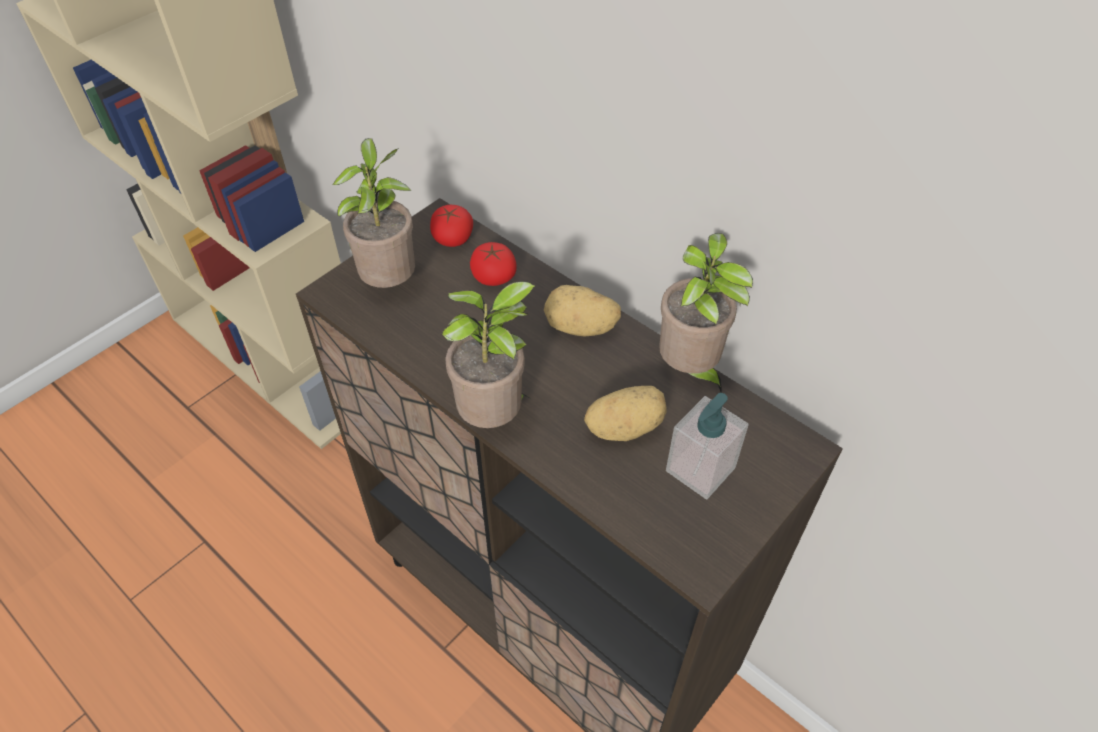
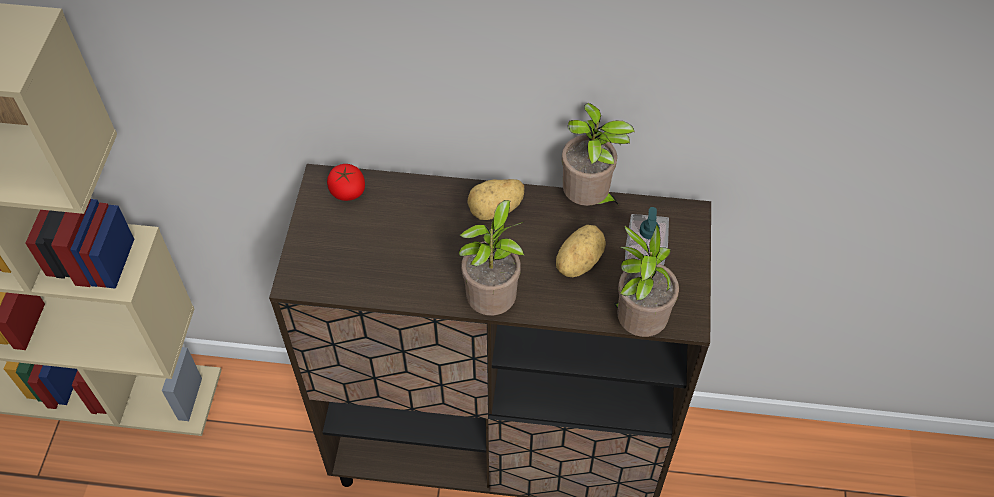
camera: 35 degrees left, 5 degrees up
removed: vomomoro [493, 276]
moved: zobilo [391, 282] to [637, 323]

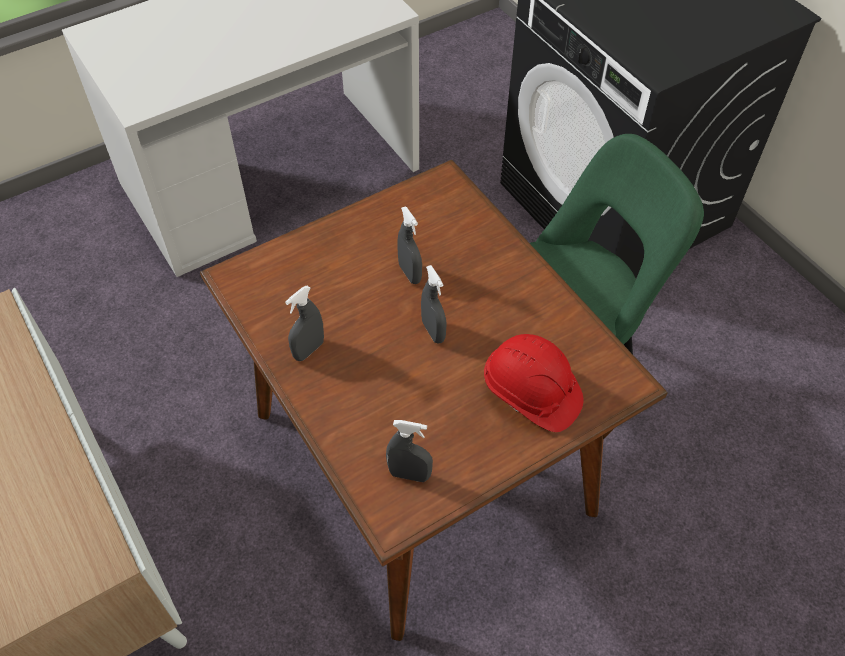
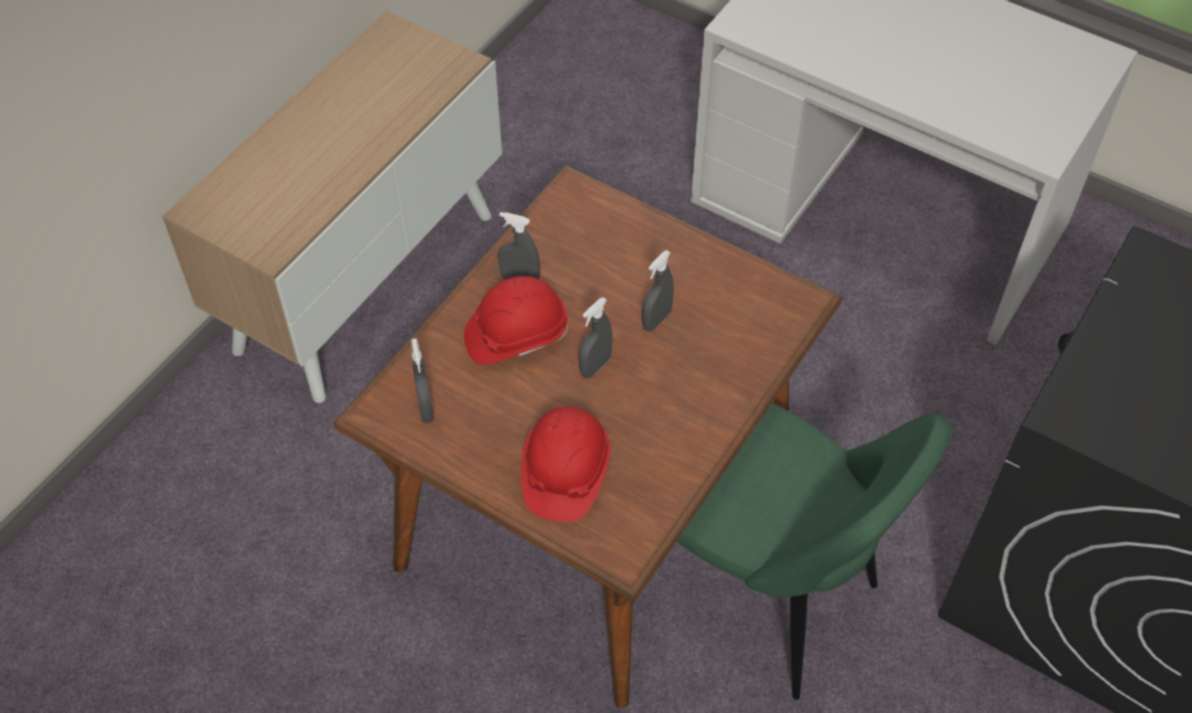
camera: 65 degrees right, 0 degrees up
added: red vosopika [516, 335]

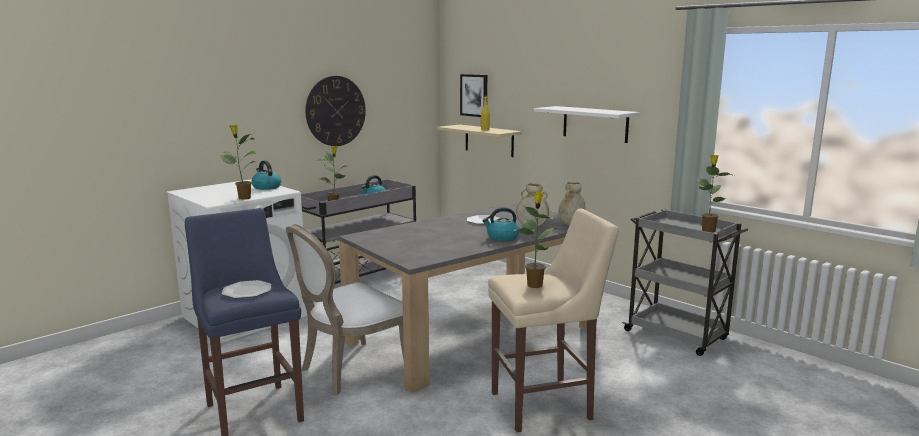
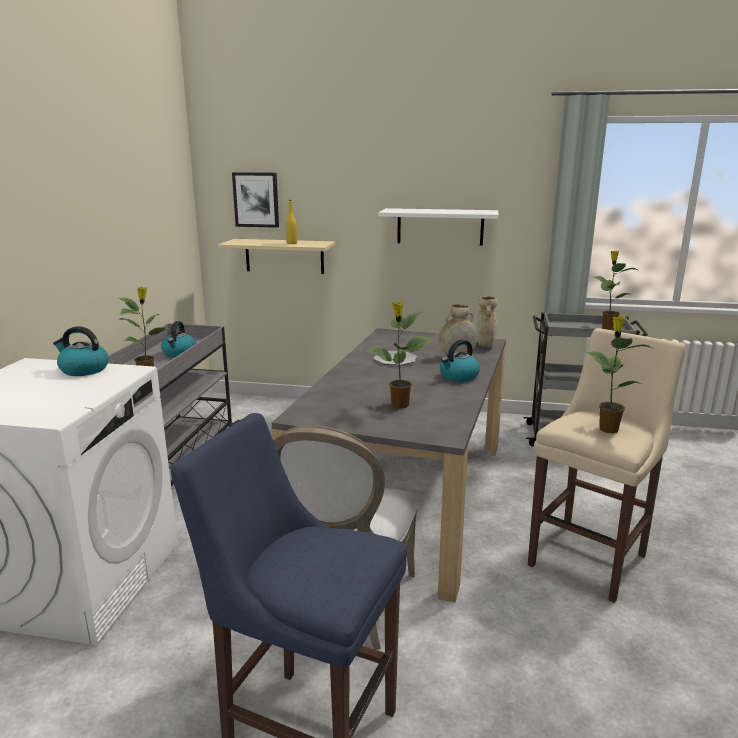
camera: 35 degrees left, 5 degrees up
removed: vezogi [336, 111]; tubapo [247, 291]
moved: zobilo [243, 198] to [399, 405]

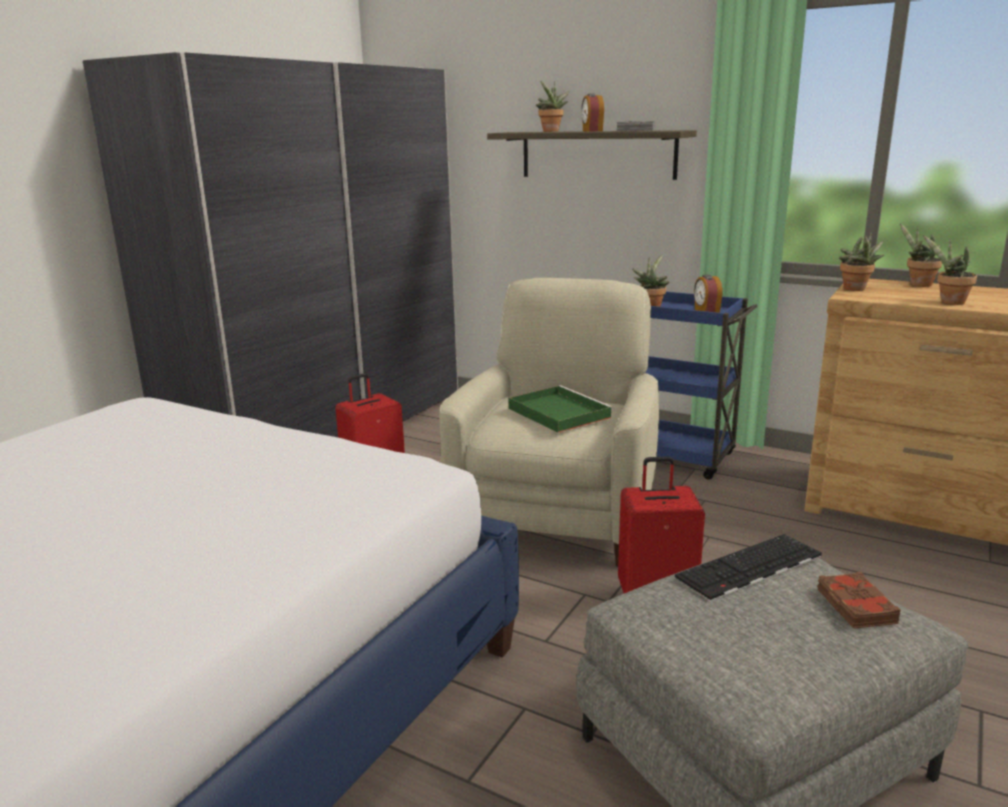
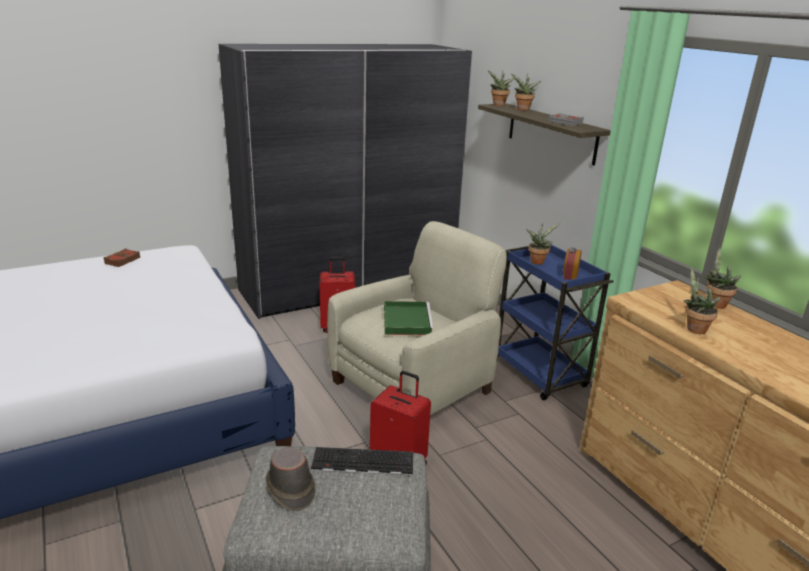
camera: 30 degrees right, 5 degrees up
removed: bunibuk [592, 131]
added: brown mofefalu [290, 488]
moved: zobilo [856, 289] to [498, 105]; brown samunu [855, 606] to [122, 260]

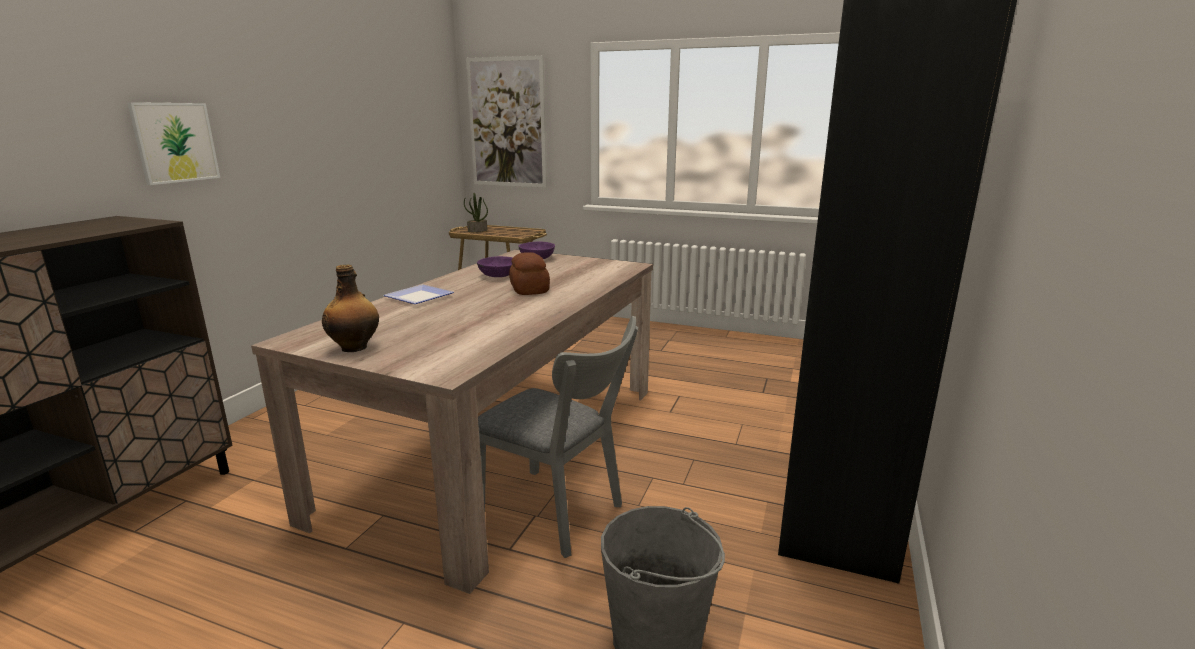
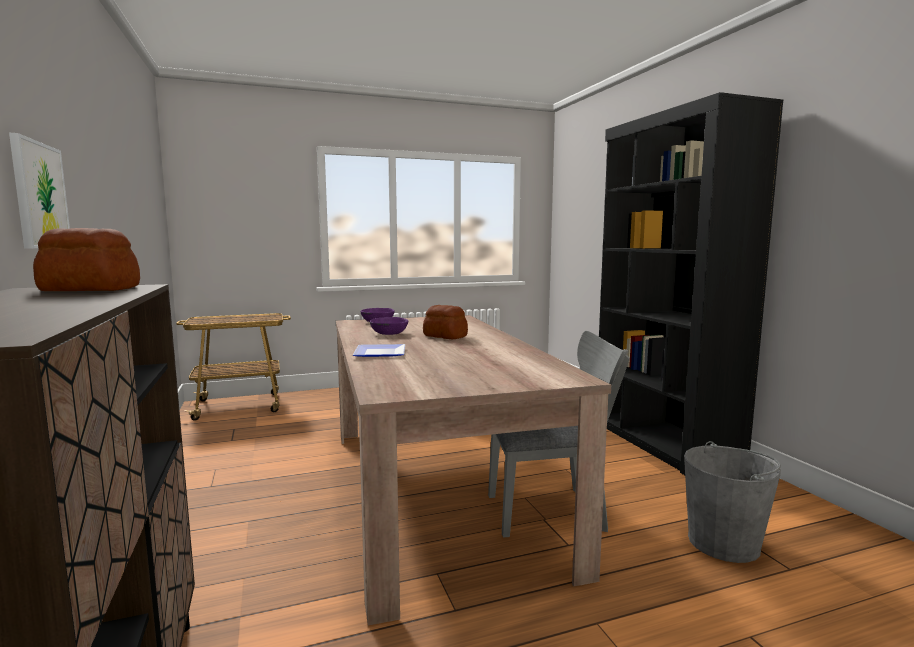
camera: 40 degrees left, 10 degrees down
removed: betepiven [507, 123]; zobilo [477, 231]; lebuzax [355, 347]
added: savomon [91, 289]

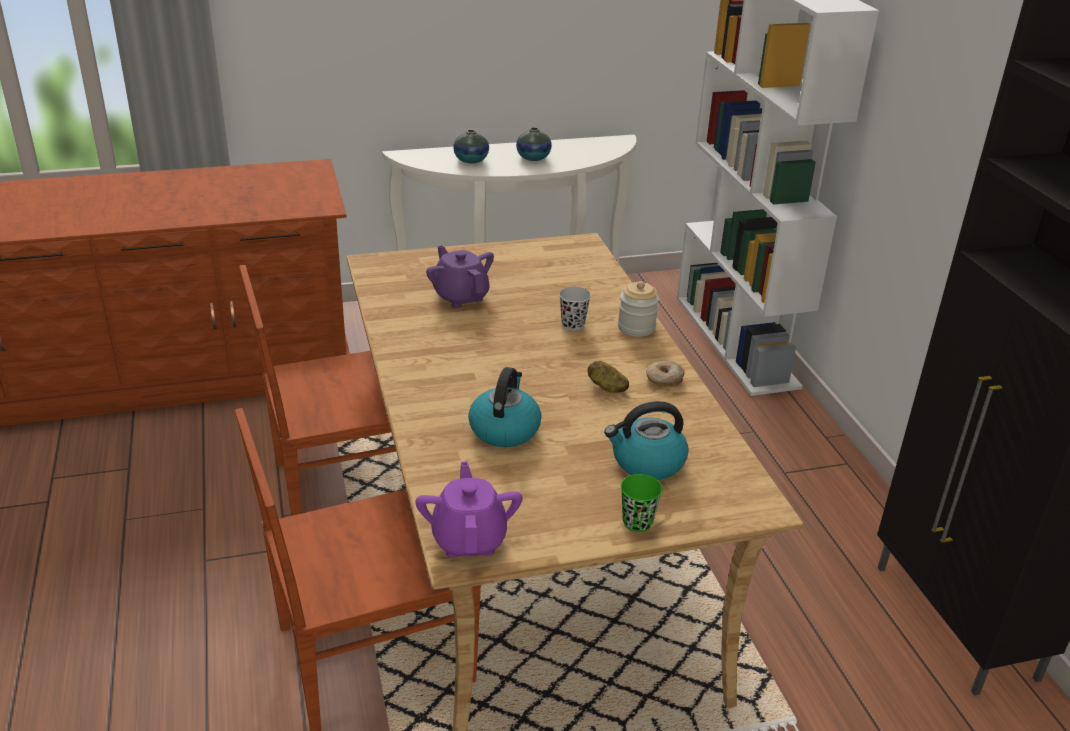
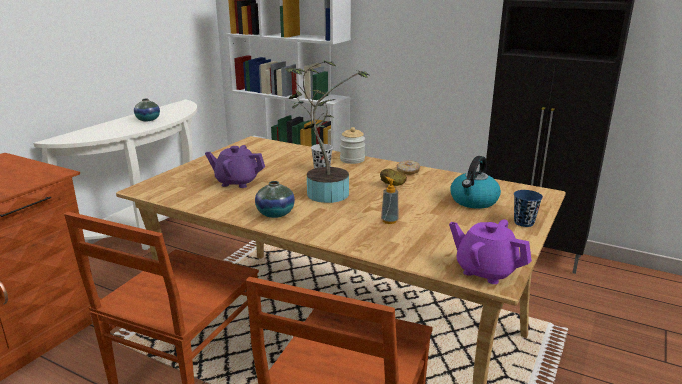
camera: 45 degrees left, 10 degrees down
added: zobilo [324, 192]
moved: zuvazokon [471, 160] to [275, 214]
replaced: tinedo [504, 429] to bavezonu [389, 221]
recoloured: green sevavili [637, 522] to blue sevavili [524, 222]

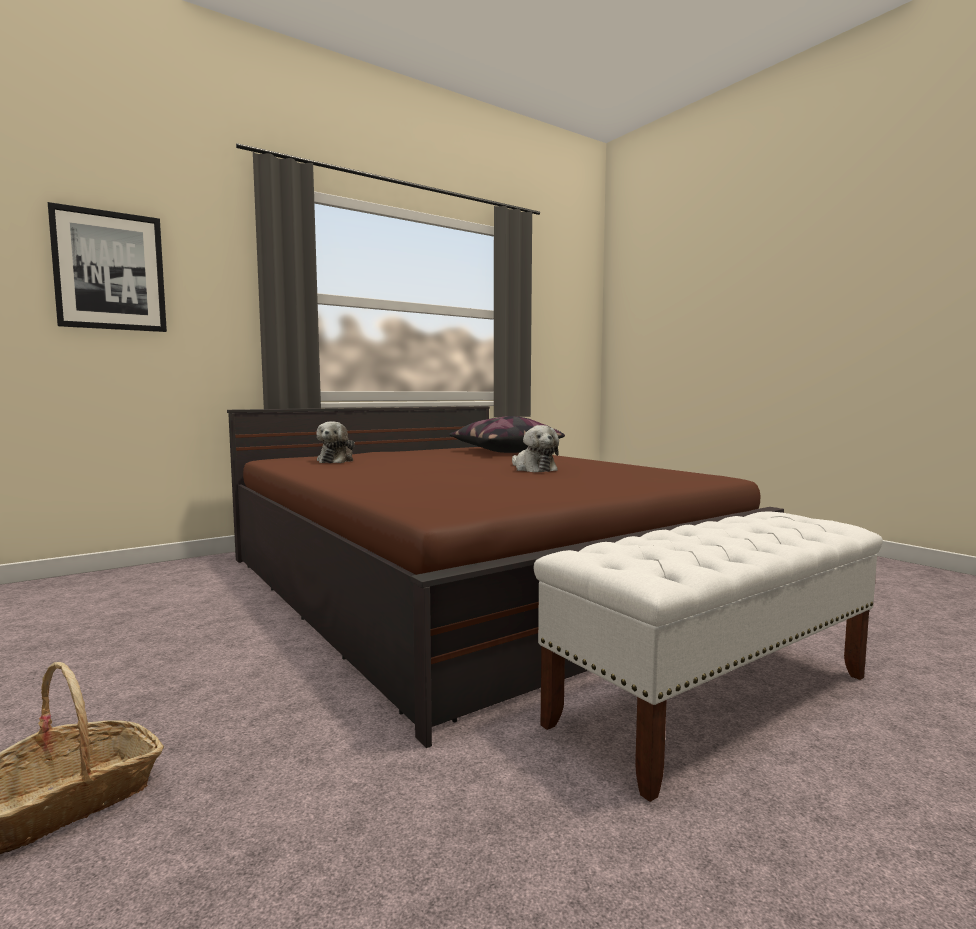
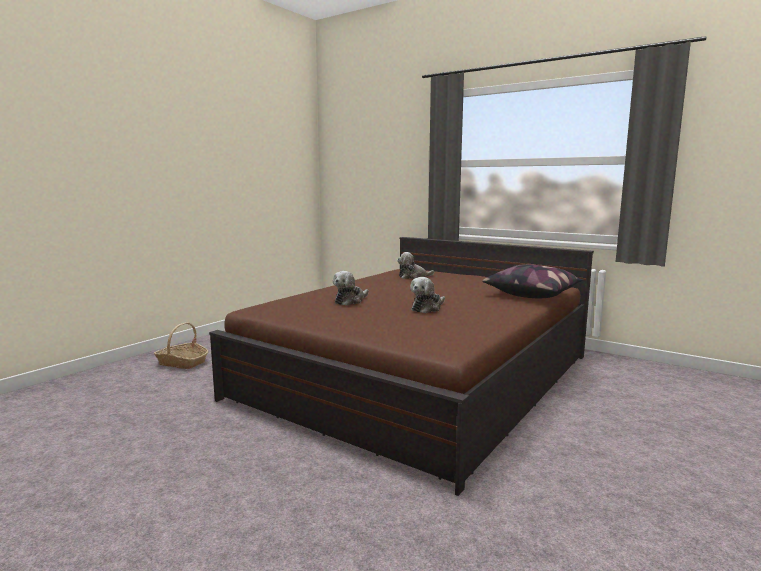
camera: 70 degrees right, 5 degrees up
removed: betepiven [110, 271]; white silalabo [715, 699]
added: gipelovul [350, 301]

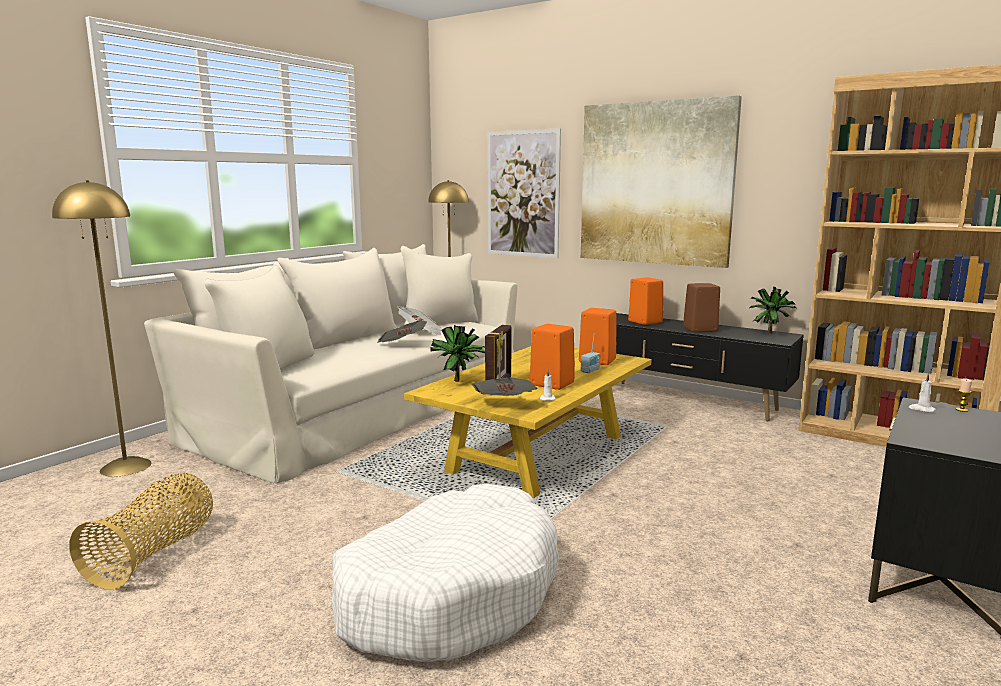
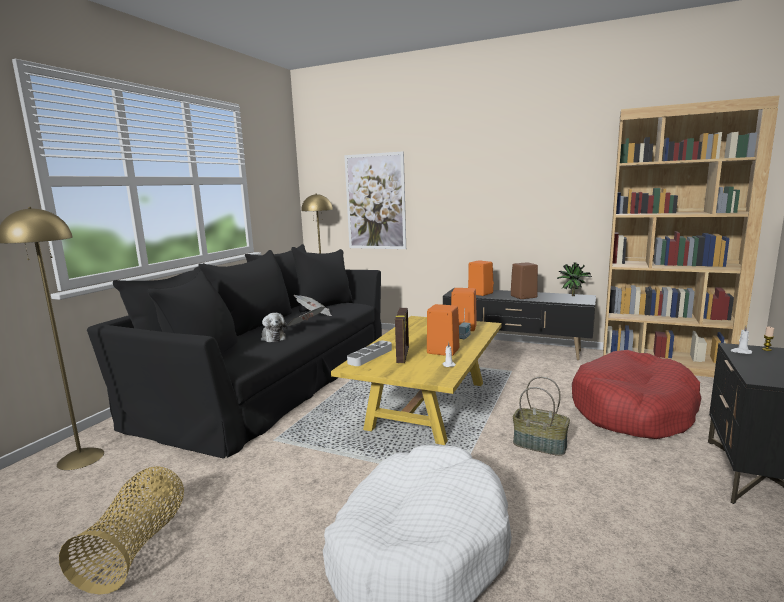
camera: 10 degrees left, 0 degrees up
removed: betepiven [655, 183]; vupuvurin [504, 405]
added: gipelovul [272, 337]; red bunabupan [633, 410]; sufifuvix [540, 444]
replaced: zobilo [459, 382] to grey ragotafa [370, 356]
recoloured: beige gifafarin [364, 408] to black gifafarin [274, 379]

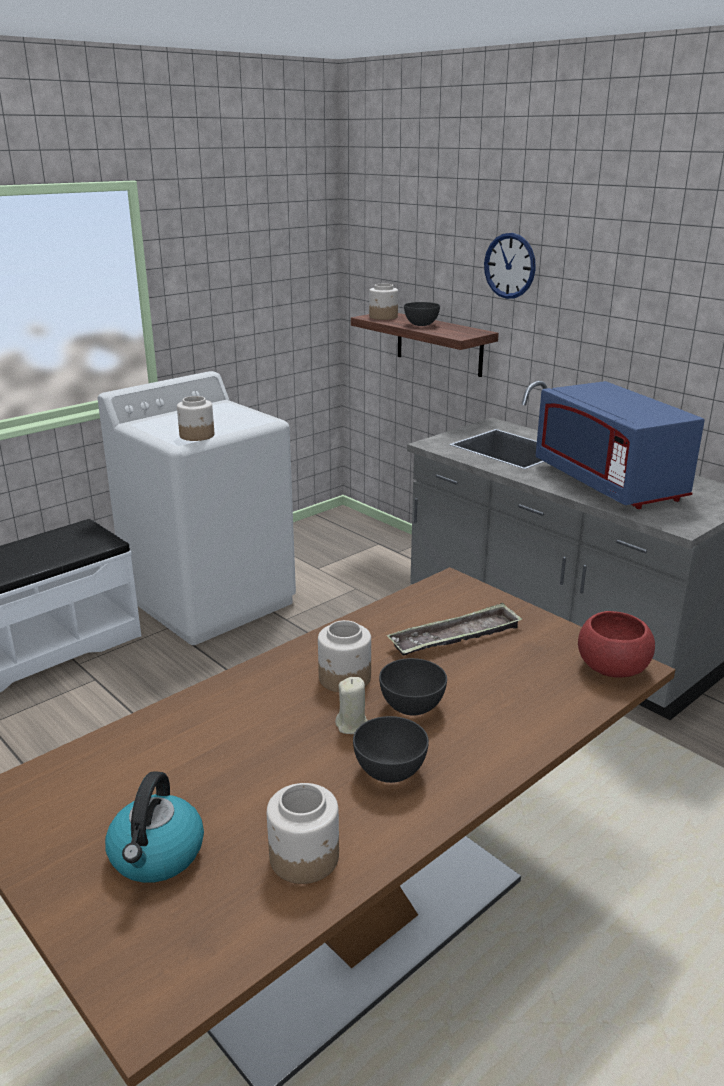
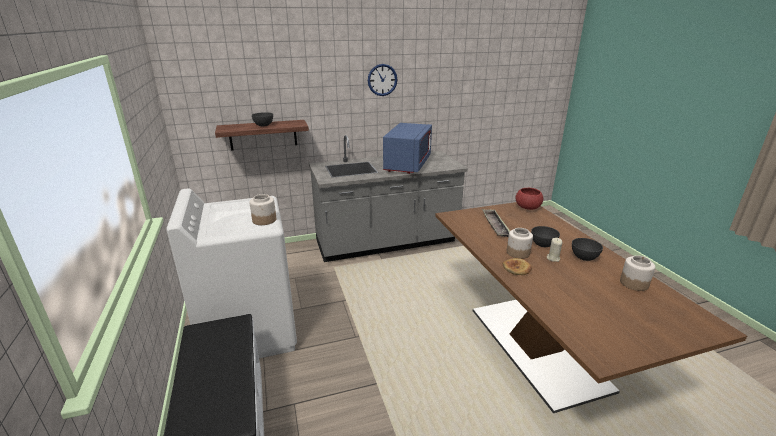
camera: 65 degrees left, 0 degrees up
removed: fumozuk [383, 317]; tinedo [157, 855]
added: savomon [517, 269]
moved: vezogi [509, 266] to [382, 80]
turned: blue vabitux [608, 483] = [408, 164] 75 degrees counterclockwise

